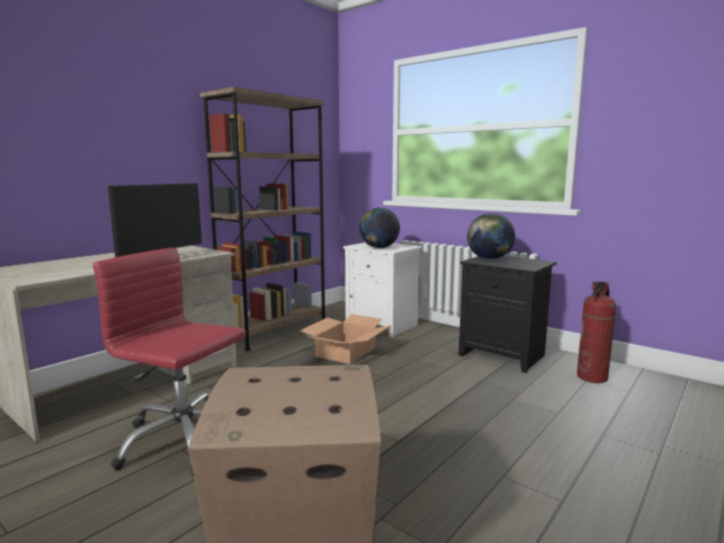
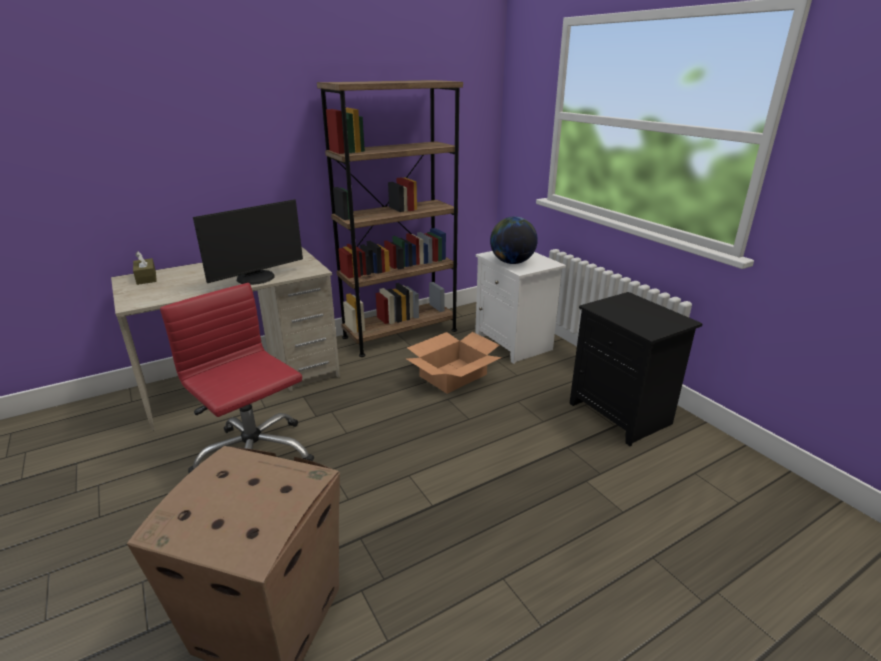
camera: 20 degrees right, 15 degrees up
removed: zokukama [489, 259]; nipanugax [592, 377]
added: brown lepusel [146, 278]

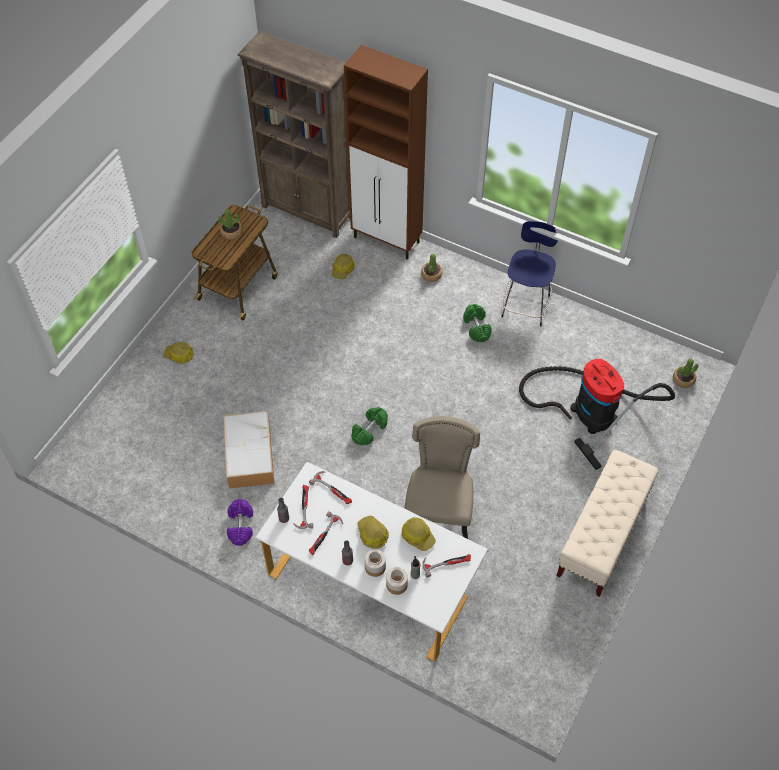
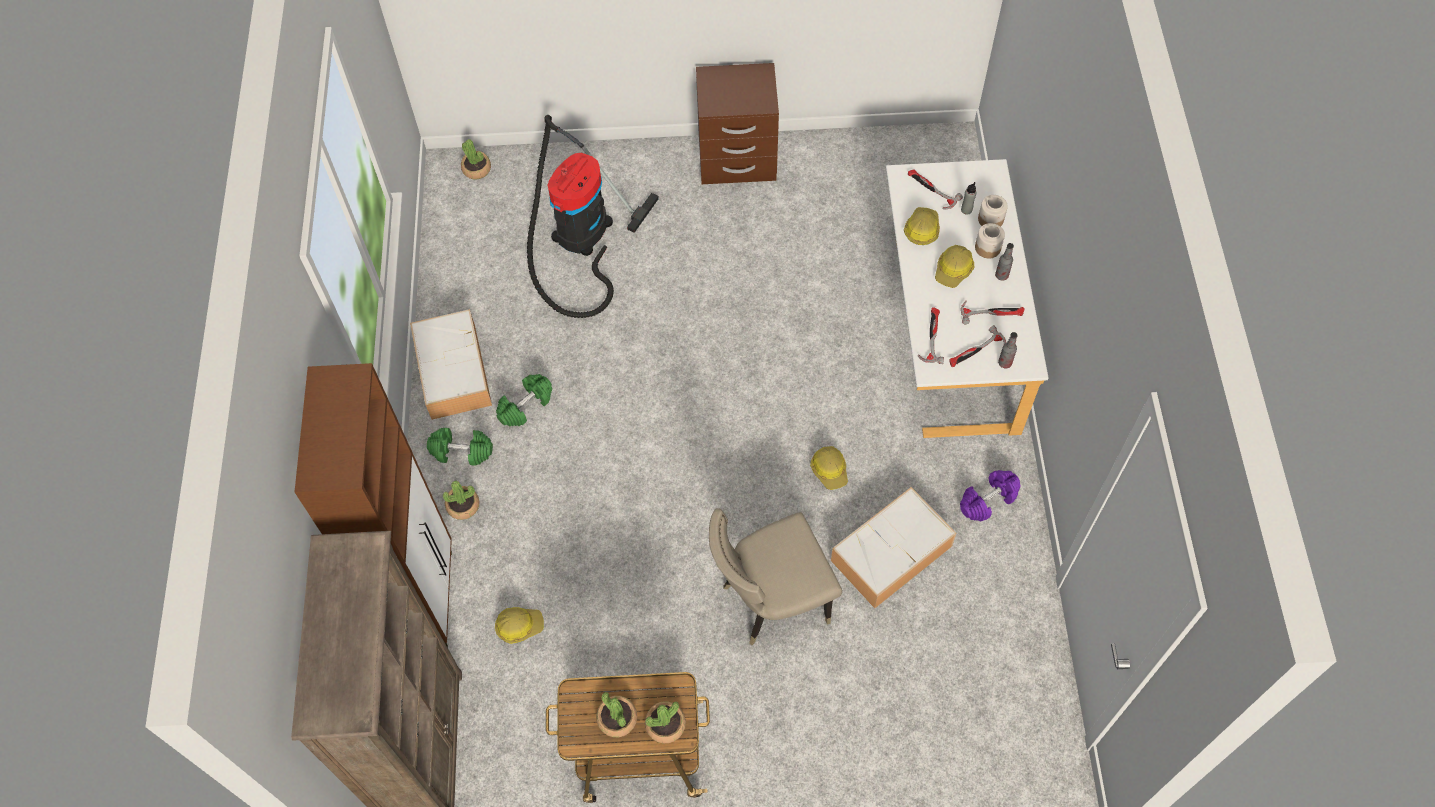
camera: 120 degrees left, 5 degrees up
added: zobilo [665, 724]
moved: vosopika [179, 355] to [830, 470]; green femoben [369, 430] to [461, 452]; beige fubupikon [439, 511] to [770, 601]
replaced: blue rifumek [526, 305] to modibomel [452, 370]; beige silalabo [602, 536] to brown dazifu [737, 161]

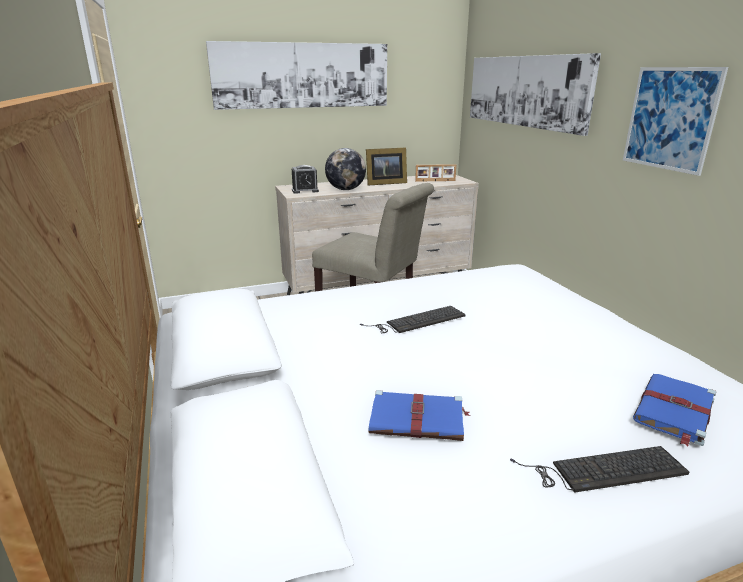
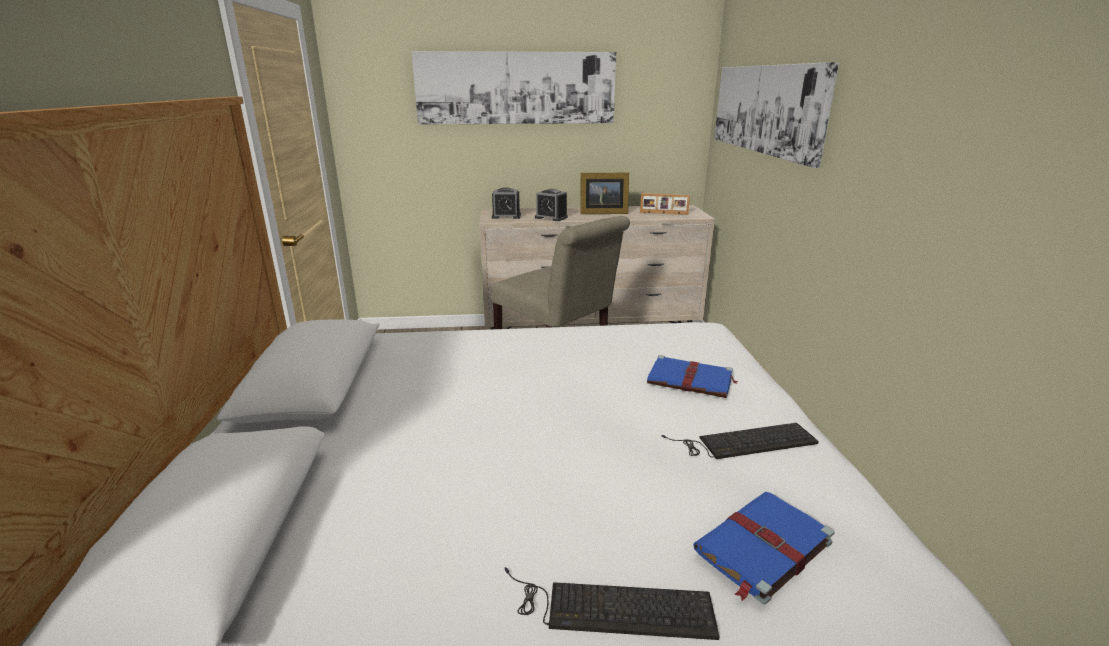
camera: 15 degrees right, 0 degrees up
removed: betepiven [670, 119]
moved: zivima [416, 321] to [743, 442]; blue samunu [418, 419] to [691, 380]
replaced: zokukama [345, 189] to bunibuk [551, 217]

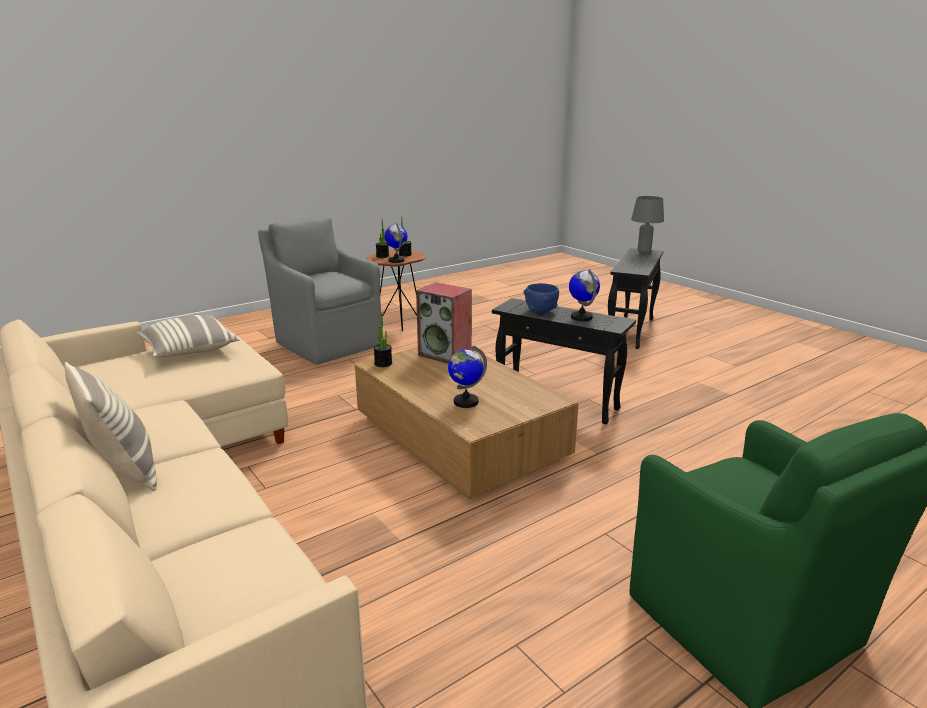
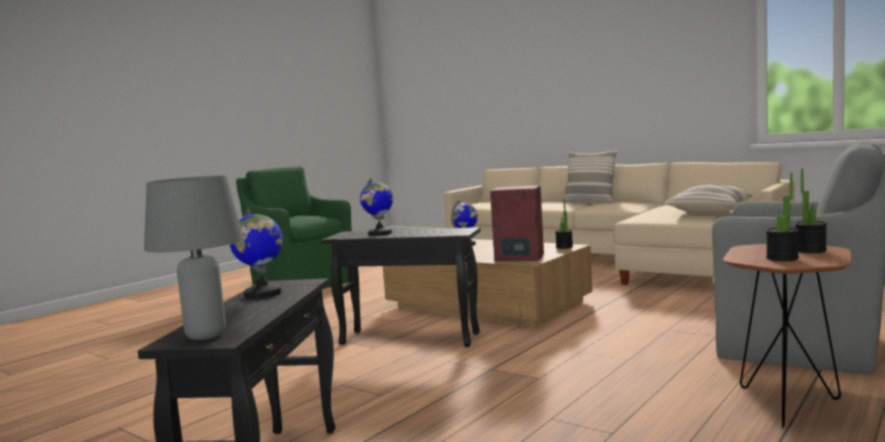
camera: 165 degrees right, 15 degrees down
removed: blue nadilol [540, 311]
moved: zokukama [396, 260] to [262, 294]

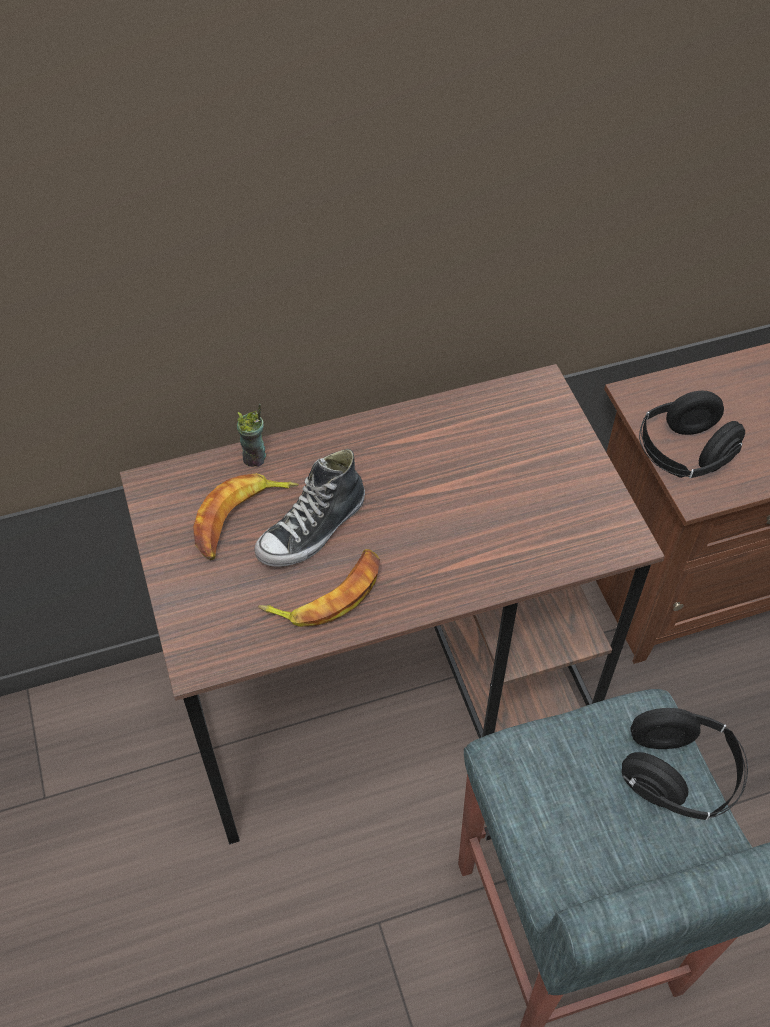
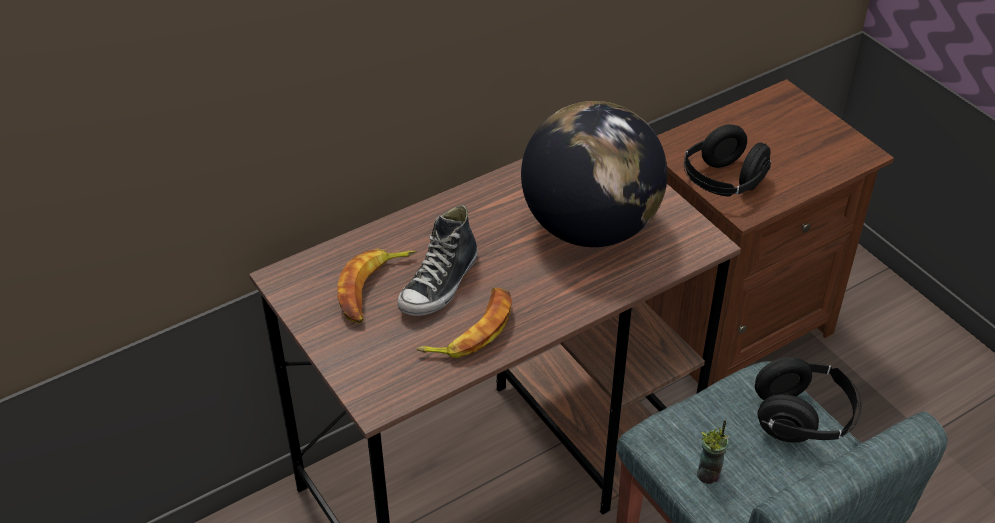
camera: 15 degrees left, 10 degrees down
added: zokukama [590, 227]
moved: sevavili [255, 458] to [709, 474]

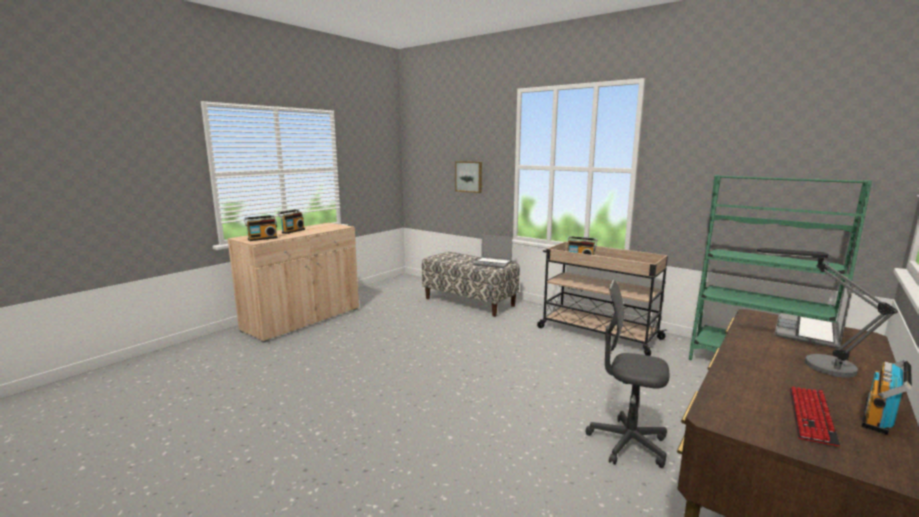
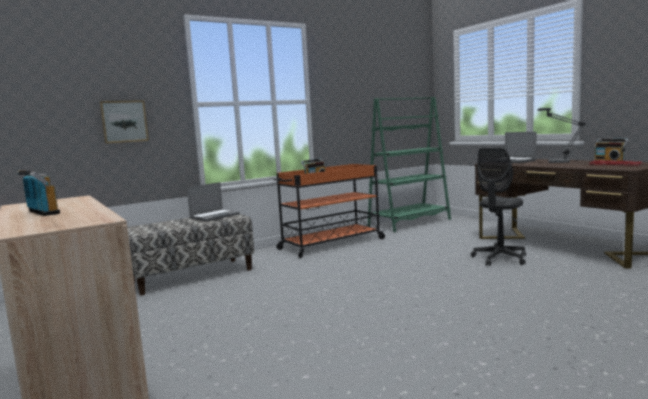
camera: 70 degrees left, 5 degrees down
removed: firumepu [262, 238]
recoloured: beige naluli [597, 333] to orange naluli [330, 244]

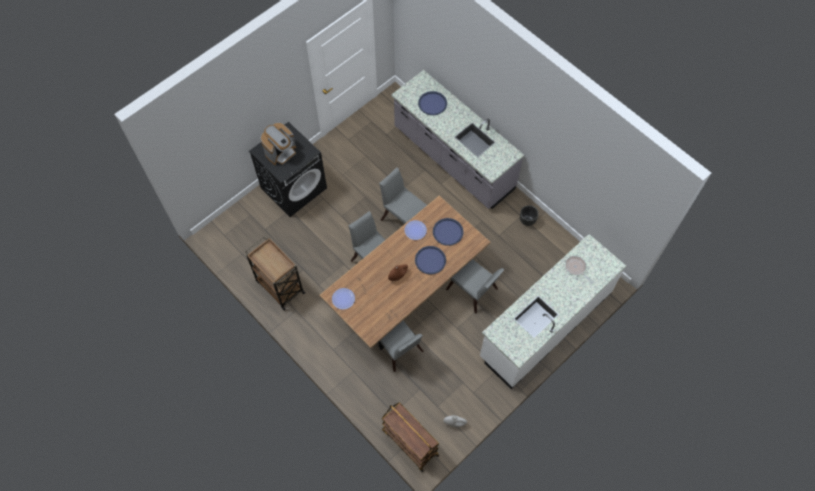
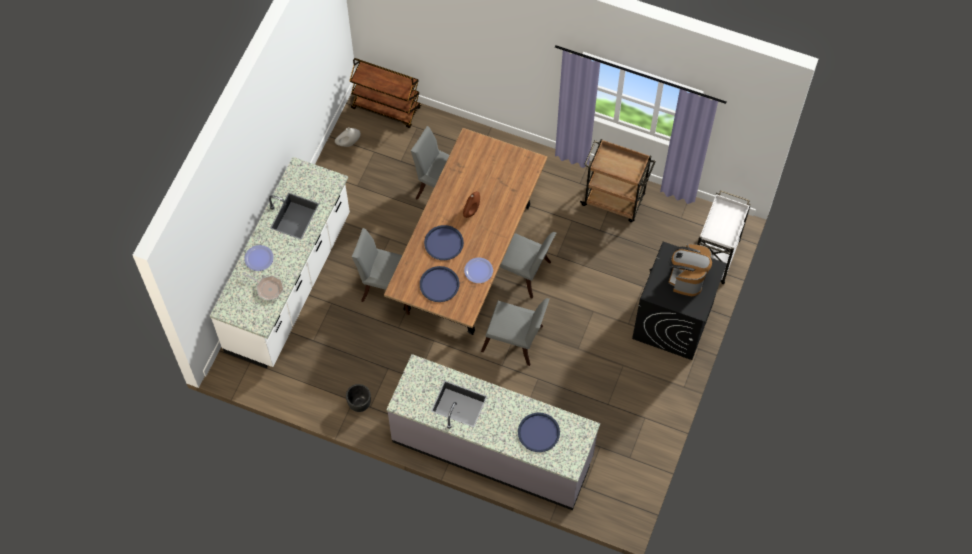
camera: 155 degrees right, 0 degrees up
added: white naluli [714, 258]
moved: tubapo [343, 299] to [259, 258]

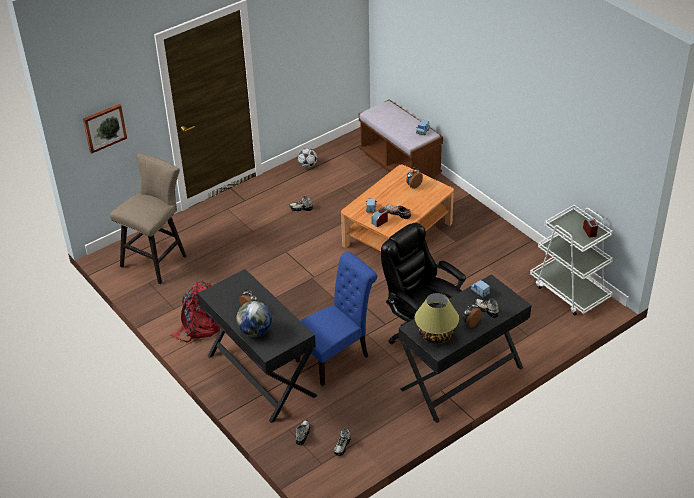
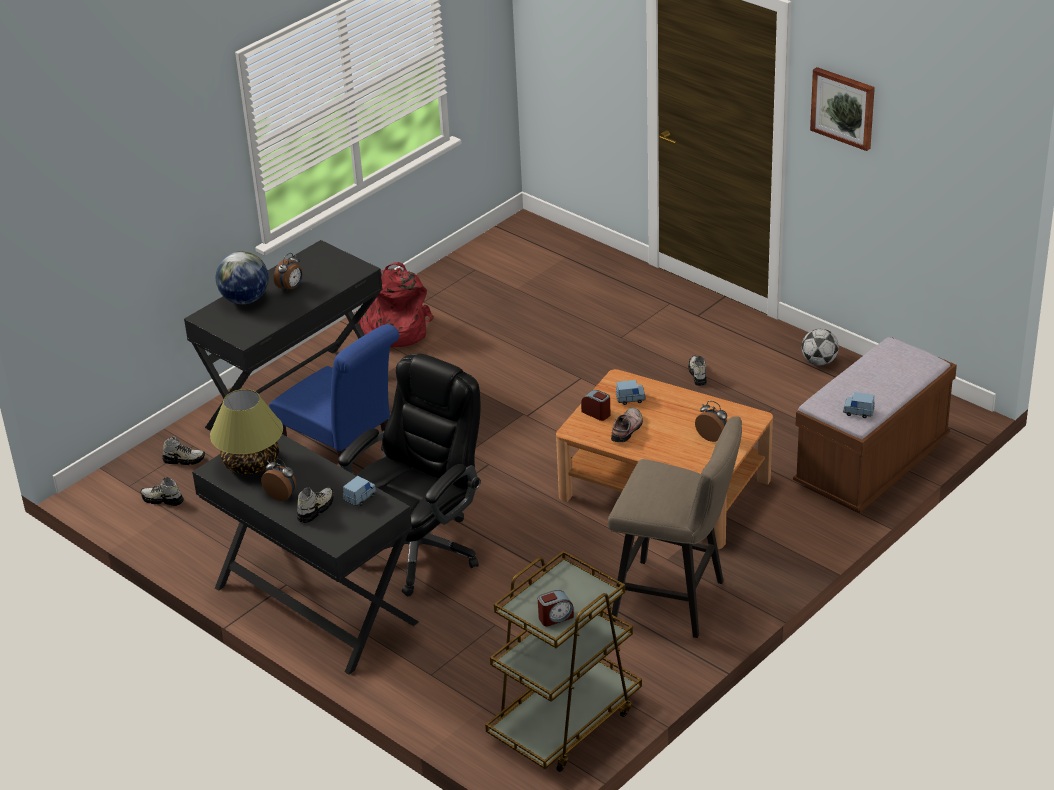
camera: 80 degrees right, 5 degrees down
moved: betepiven [104, 127] to [843, 107]; beige rifumek [157, 259] to [676, 602]
recoloured: white naluli [569, 291] to brown naluli [564, 721]

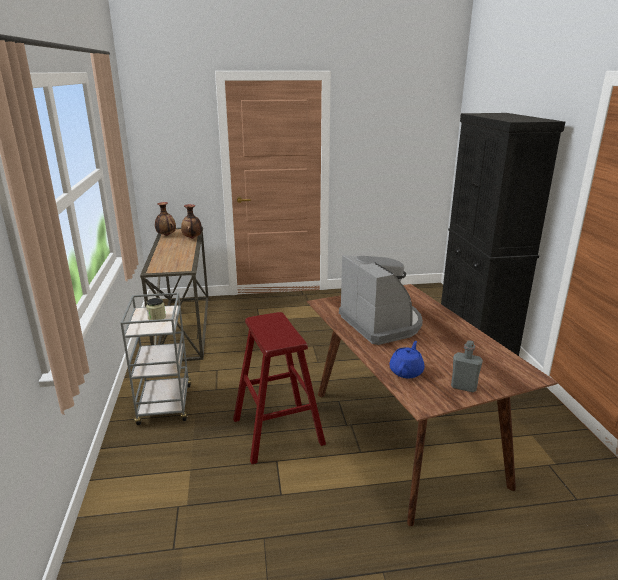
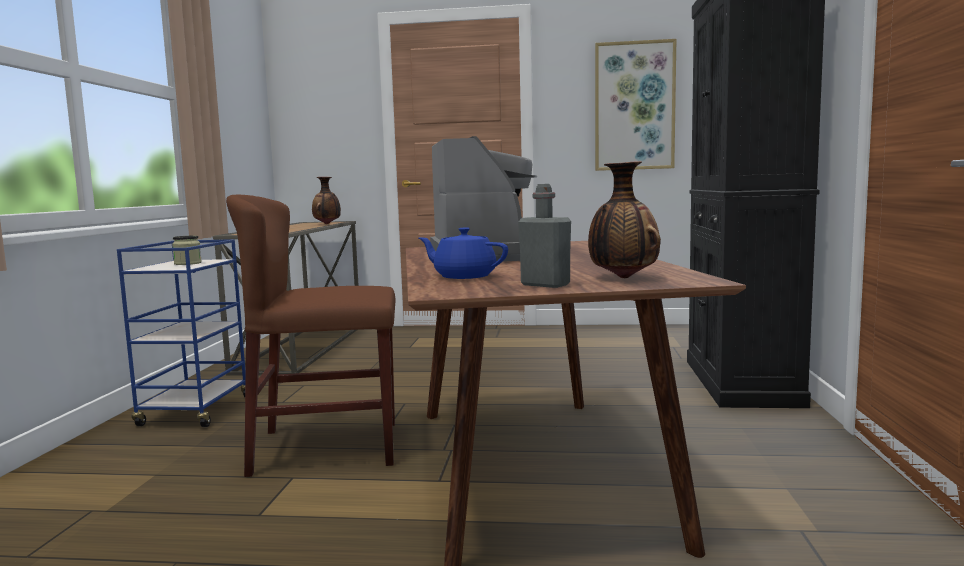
camera: 15 degrees right, 15 degrees down
added: betepiven [634, 106]
moved: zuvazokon [166, 235] to [623, 278]
replaced: red rifumek [277, 431] to brown fubupikon [327, 447]
recoloured: grey naluli [165, 405] to blue naluli [196, 412]
turned: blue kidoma [406, 371] = [464, 276] 105 degrees counterclockwise

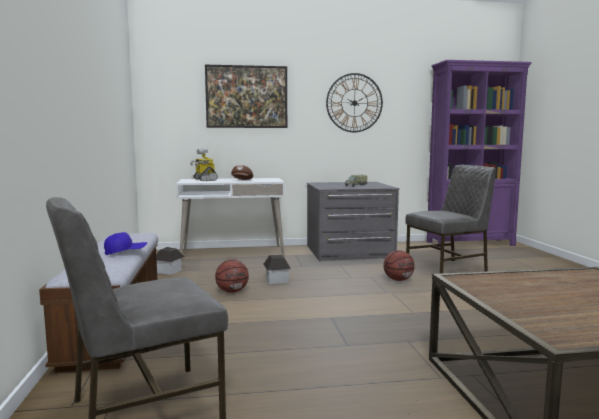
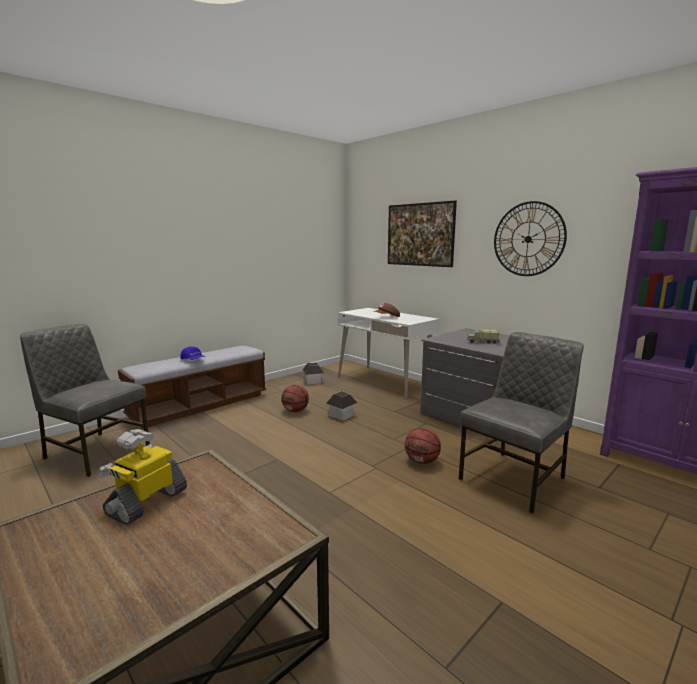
camera: 55 degrees right, 5 degrees up
moved: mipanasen [204, 180] to [146, 502]
turned: grey fubupikon [448, 268] = [515, 478] 75 degrees counterclockwise

